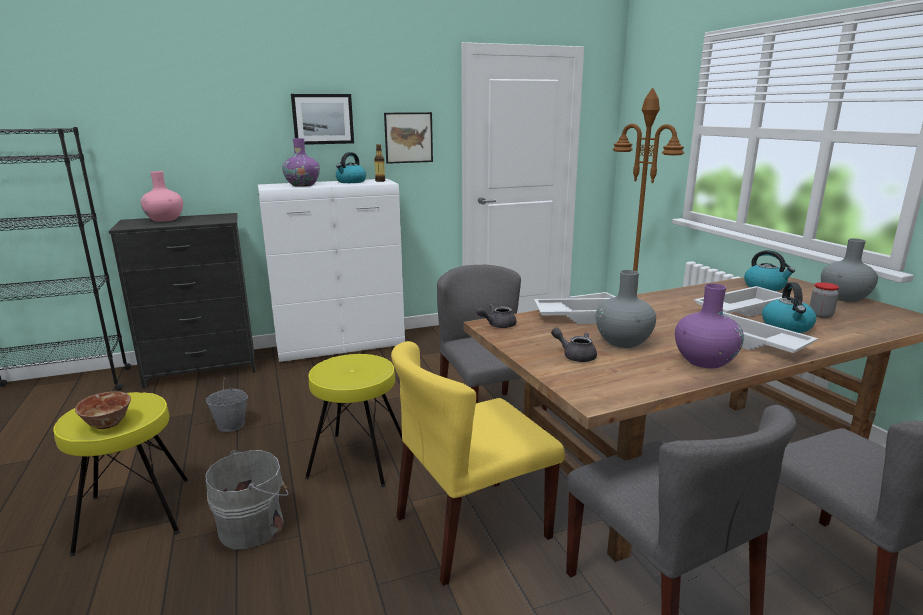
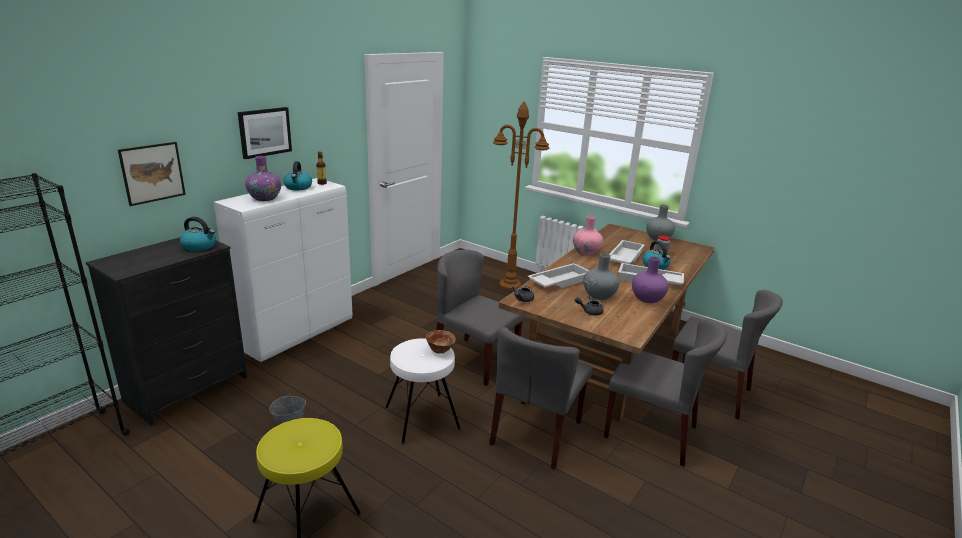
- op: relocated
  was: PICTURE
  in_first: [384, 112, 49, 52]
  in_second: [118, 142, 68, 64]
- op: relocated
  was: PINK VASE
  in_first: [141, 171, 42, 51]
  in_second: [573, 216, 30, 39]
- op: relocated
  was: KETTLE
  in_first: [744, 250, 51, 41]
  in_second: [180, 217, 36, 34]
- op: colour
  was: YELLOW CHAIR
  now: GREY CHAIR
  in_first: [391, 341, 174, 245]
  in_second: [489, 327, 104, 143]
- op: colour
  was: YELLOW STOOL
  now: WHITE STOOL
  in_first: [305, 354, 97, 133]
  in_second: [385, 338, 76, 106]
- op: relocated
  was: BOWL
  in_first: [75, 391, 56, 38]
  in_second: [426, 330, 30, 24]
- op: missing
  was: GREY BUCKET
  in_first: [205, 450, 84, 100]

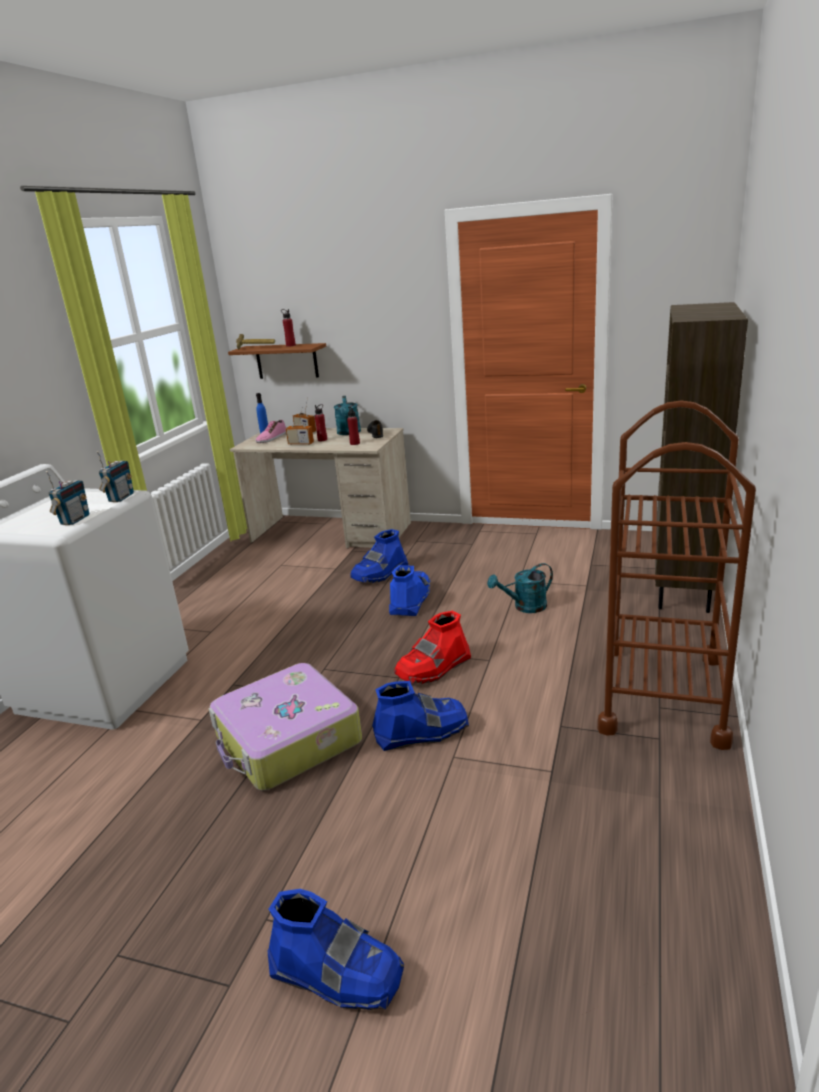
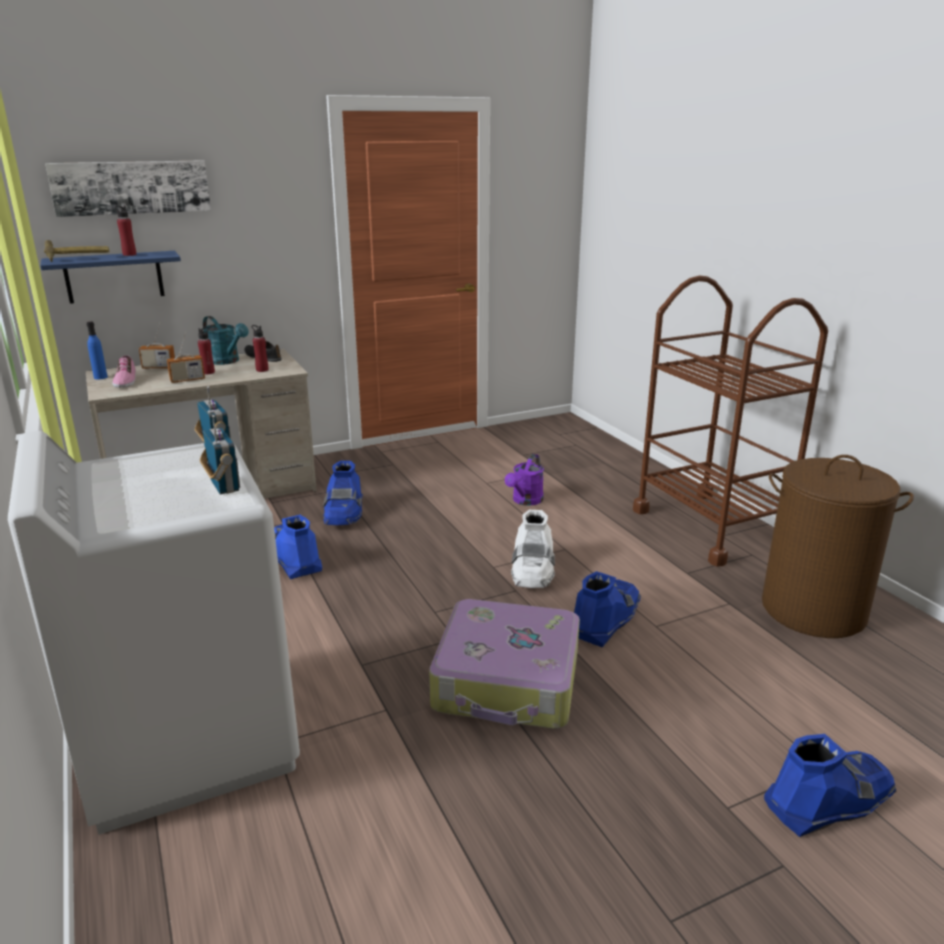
- op: missing
  was: BROWN BOOKCASE
  in_first: [655, 302, 93, 311]
- op: colour
  was: BROWN SHELF
  now: BLUE SHELF
  in_first: [228, 343, 98, 36]
  in_second: [40, 251, 141, 53]
- op: colour
  was: TURQUOISE WATERING CAN
  now: PURPLE WATERING CAN
  in_first: [487, 563, 66, 50]
  in_second: [505, 454, 39, 52]
- op: relocated
  was: BLUE BOOT
  in_first: [389, 565, 41, 51]
  in_second: [274, 515, 48, 64]
- op: colour
  was: RED BOOT
  now: WHITE BOOT
  in_first: [394, 611, 77, 73]
  in_second: [511, 510, 44, 78]
- op: appeared
  now: PICTURE
  in_second: [45, 160, 166, 57]
- op: appeared
  now: BROWN LAUNDRY BASKET
  in_second: [762, 455, 152, 183]

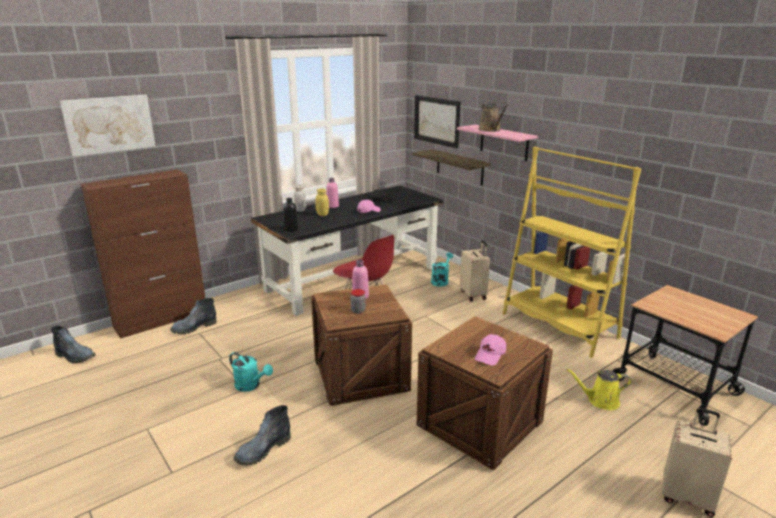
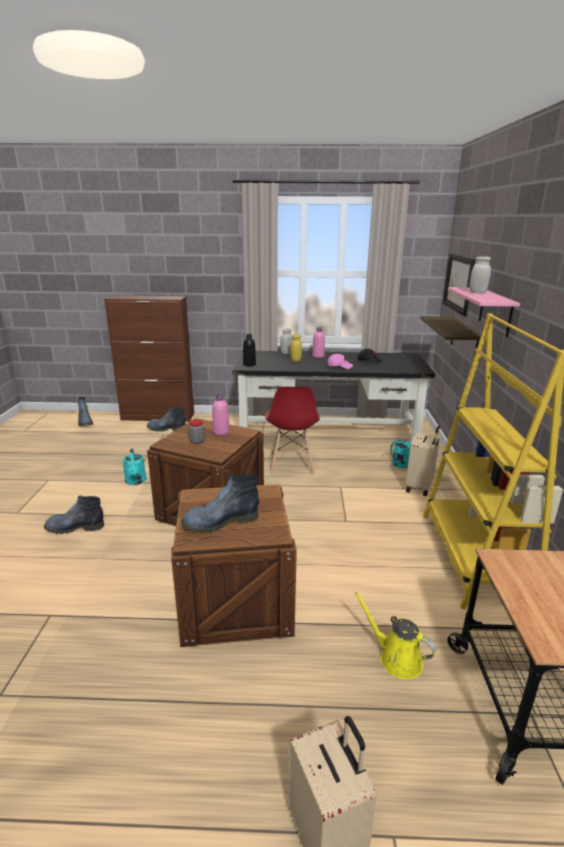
- op: missing
  was: PICTURE
  in_first: [60, 95, 96, 62]
- op: exchanged
  was: BROWN WATERING CAN
  now: WHITE JAR
  in_first: [478, 103, 30, 29]
  in_second: [469, 256, 22, 37]
- op: exchanged
  was: PINK CAP
  now: BOOT
  in_first: [475, 334, 31, 32]
  in_second: [181, 475, 78, 58]

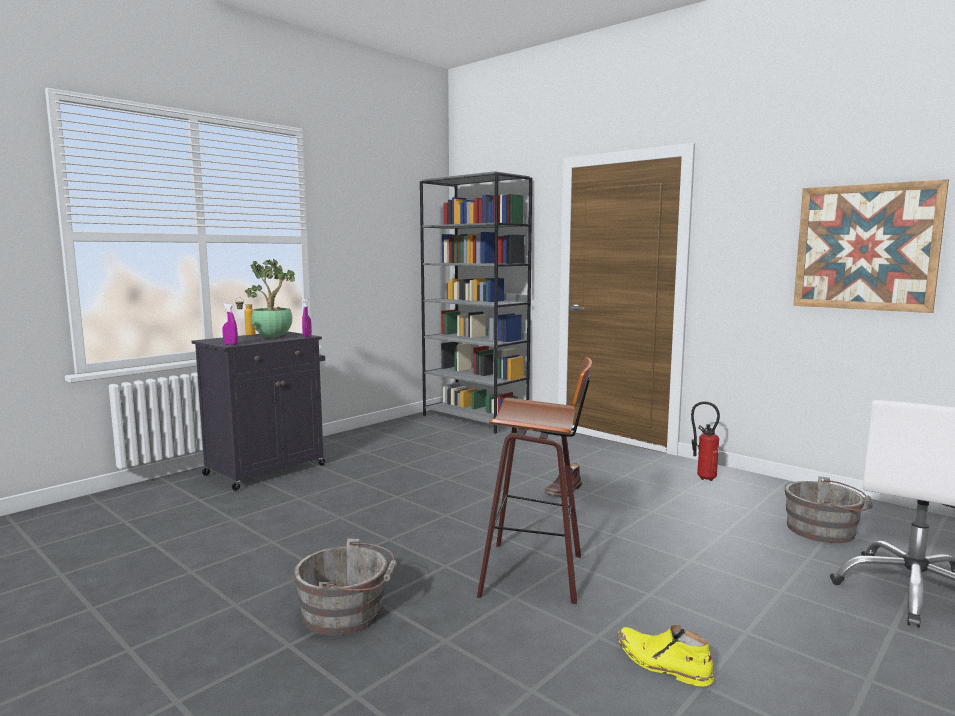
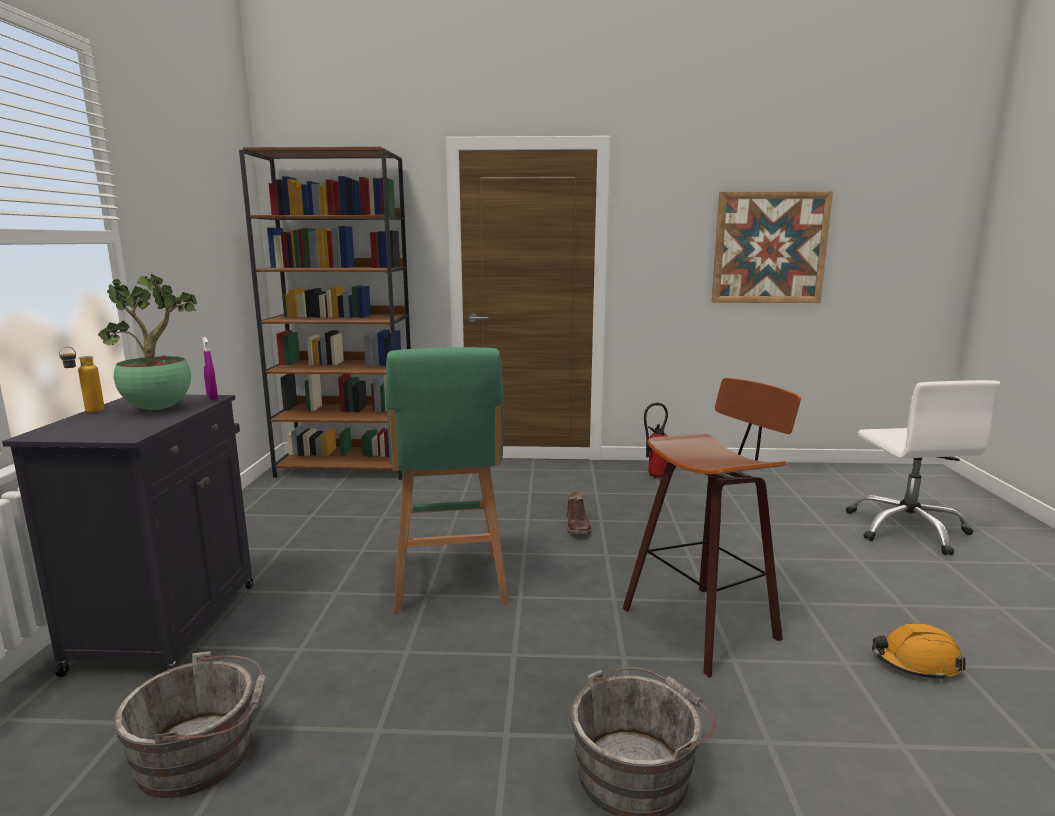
- op: colour
  was: GREY BOOKCASE
  now: BROWN BOOKCASE
  in_first: [420, 171, 112, 263]
  in_second: [239, 146, 172, 334]
- op: missing
  was: PURPLE SPRAY BOTTLE
  in_first: [222, 303, 16, 42]
- op: relocated
  was: GREY BUCKET
  in_first: [784, 476, 89, 67]
  in_second: [113, 651, 154, 147]
- op: exchanged
  was: YELLOW BOOT
  now: ORANGE HARD HAT
  in_first: [617, 625, 98, 61]
  in_second: [872, 623, 94, 58]
- op: appeared
  now: GREEN STOOL
  in_second: [386, 347, 123, 266]

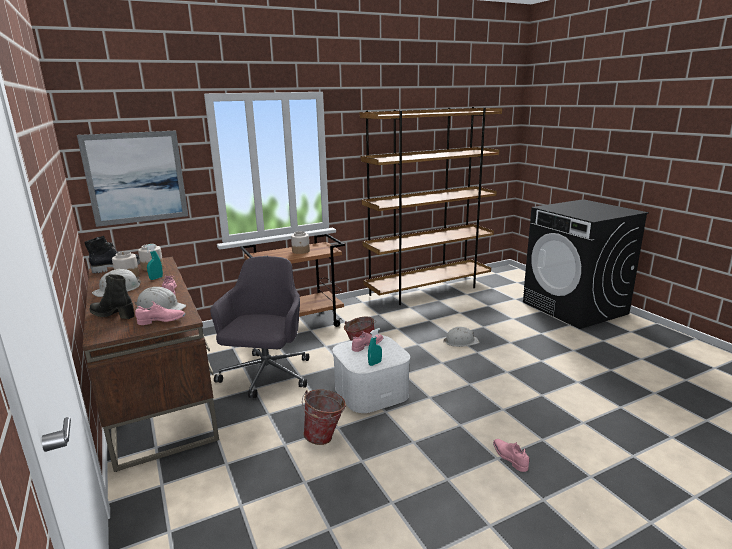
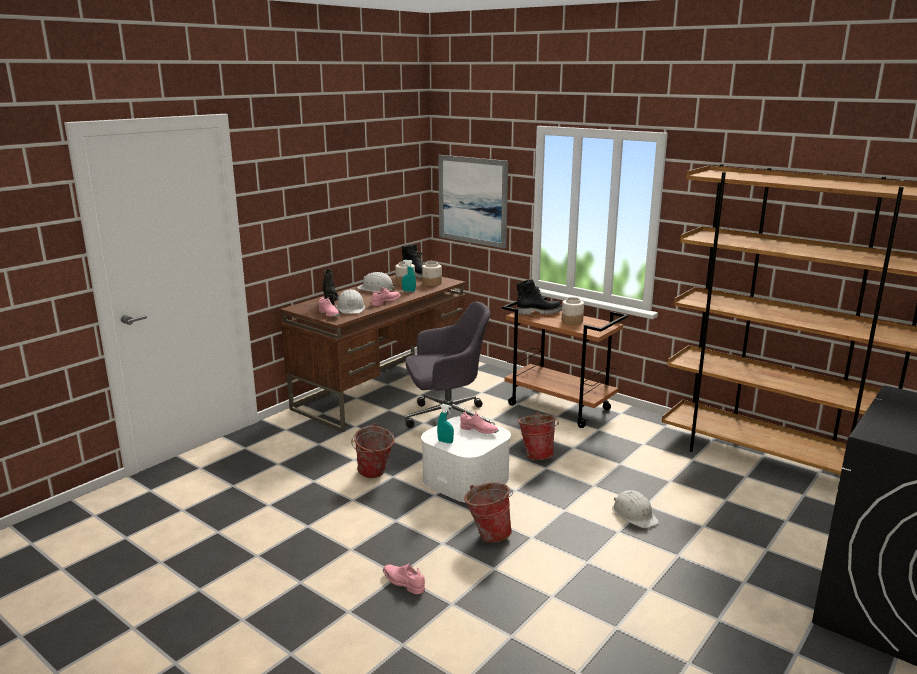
- op: spun
  was: PINK SHOE
  in_first: [493, 439, 36, 33]
  in_second: [383, 563, 42, 31]
  clockwise: -90
- op: appeared
  now: BLACK BOOT
  in_second: [517, 279, 45, 36]
- op: appeared
  now: BUCKET
  in_second: [464, 482, 49, 61]

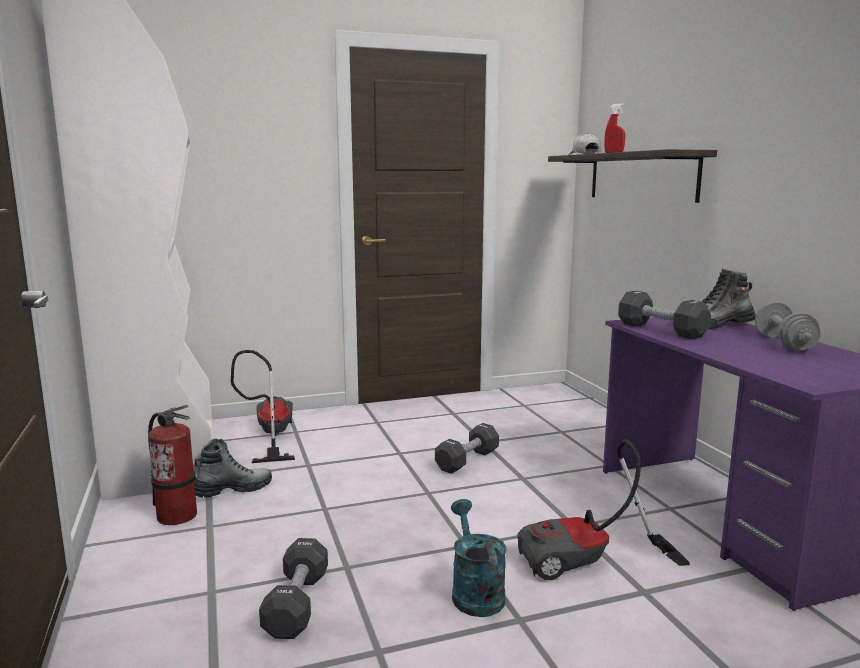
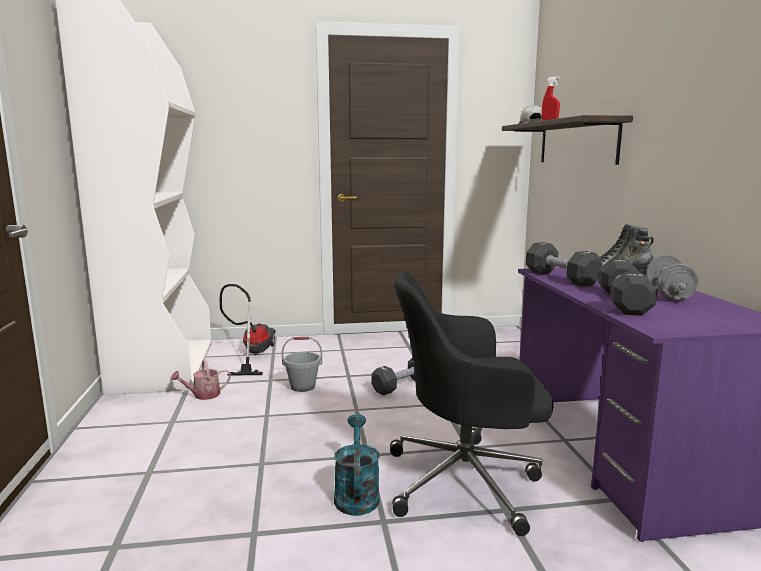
- op: missing
  was: FIRE EXTINGUISHER
  in_first: [148, 405, 49, 120]
- op: exchanged
  was: BOOT
  now: WATERING CAN
  in_first: [194, 439, 78, 59]
  in_second: [170, 359, 61, 41]
- op: exchanged
  was: VACUUM CLEANER
  now: BLACK OFFICE CHAIR
  in_first: [517, 439, 173, 141]
  in_second: [390, 271, 164, 265]
- op: relocated
  was: BLACK DUMBBELL
  in_first: [259, 538, 69, 101]
  in_second: [598, 259, 60, 57]
- op: appeared
  now: GREY BUCKET
  in_second: [282, 337, 40, 55]

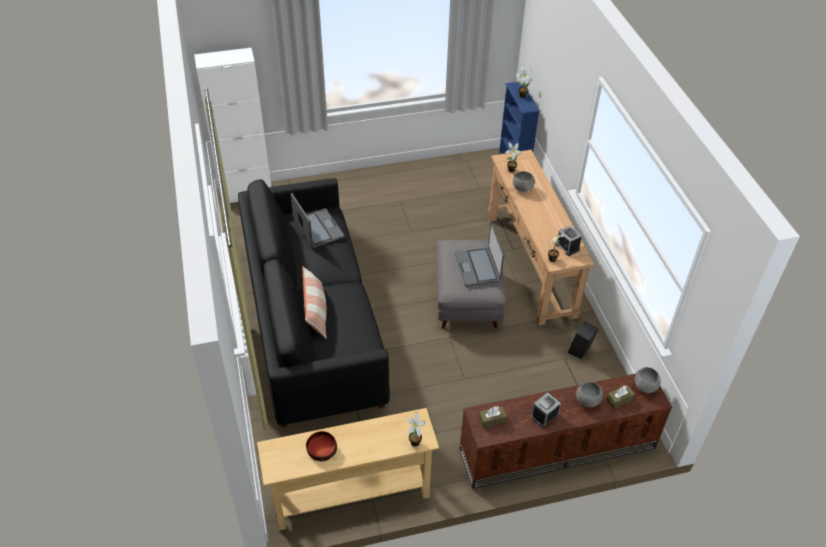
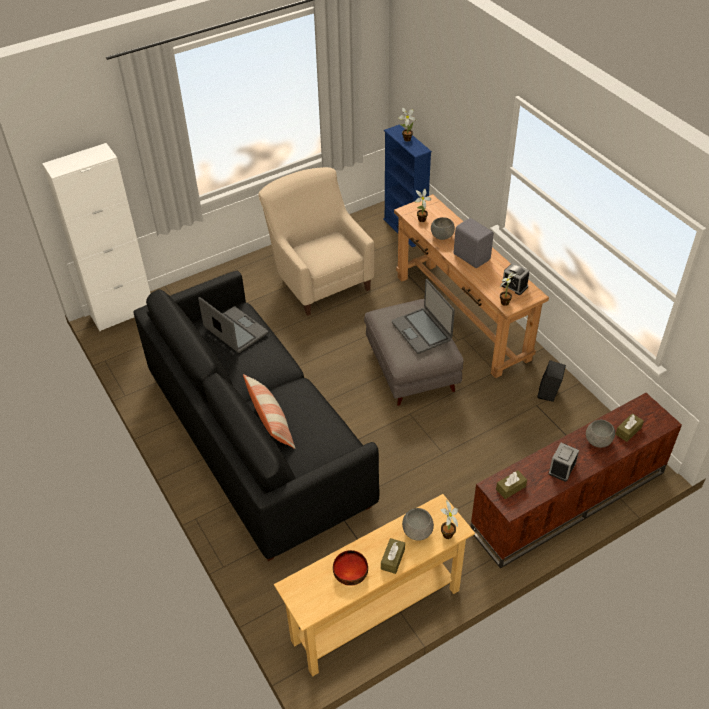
- op: relocated
  was: GREY BOWL
  in_first: [634, 367, 27, 26]
  in_second: [402, 508, 32, 33]
- op: appeared
  now: BEIGE ARMCHAIR
  in_second: [258, 167, 116, 149]
- op: appeared
  now: GREY SPEAKER
  in_second: [454, 218, 40, 50]
- op: appeared
  now: BROWN TISSUE BOX
  in_second: [381, 538, 24, 36]

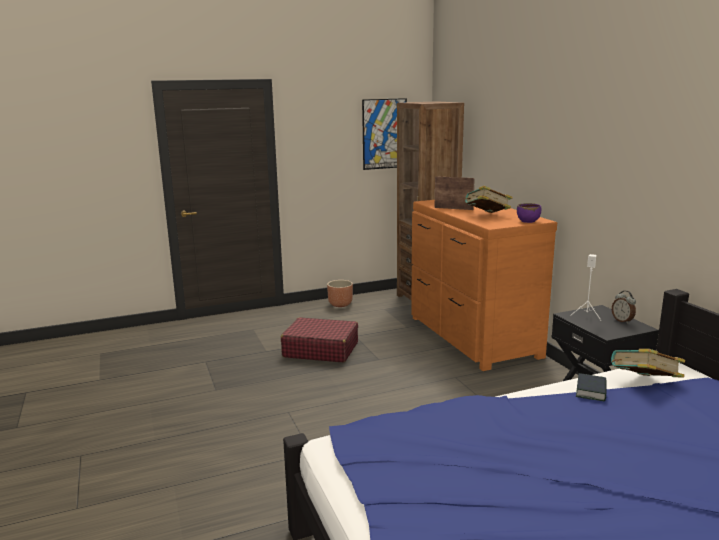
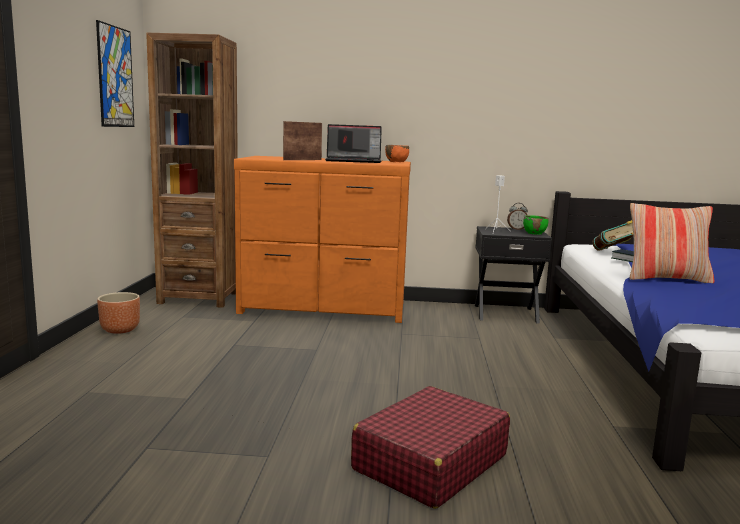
- op: exchanged
  was: BOOK
  now: LAPTOP
  in_first: [464, 186, 48, 27]
  in_second: [325, 124, 57, 39]
- op: colour
  was: PURPLE BOWL
  now: ORANGE BOWL
  in_first: [517, 203, 24, 20]
  in_second: [385, 145, 24, 17]
- op: relocated
  was: RED SUITCASE
  in_first: [281, 317, 77, 45]
  in_second: [351, 386, 159, 123]
- op: appeared
  now: PILLOW
  in_second: [629, 203, 86, 80]
- op: appeared
  now: GREEN BOWL
  in_second: [523, 215, 26, 20]

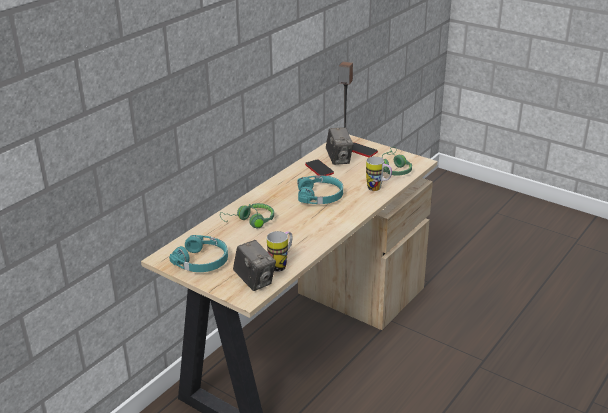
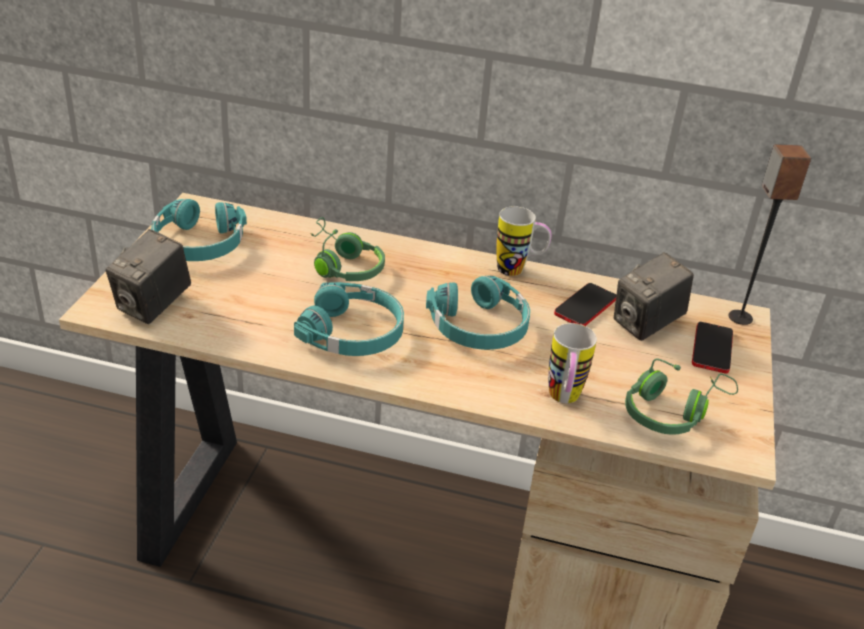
- op: relocated
  was: MUG
  in_first: [267, 231, 25, 41]
  in_second: [496, 206, 55, 70]
- op: appeared
  now: TURQUOISE HEADPHONES
  in_second: [294, 282, 110, 74]

